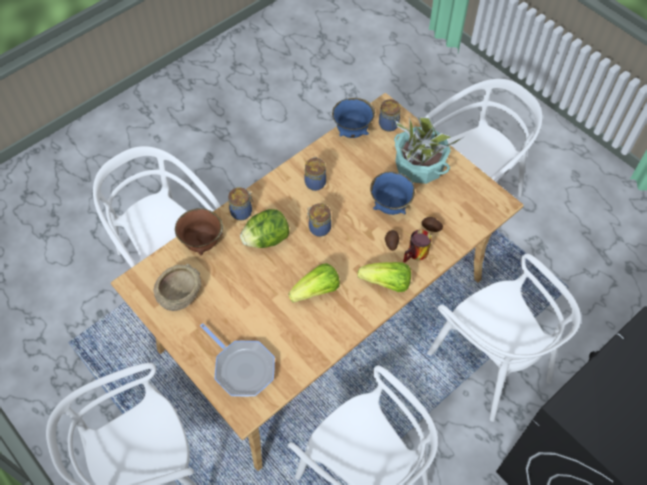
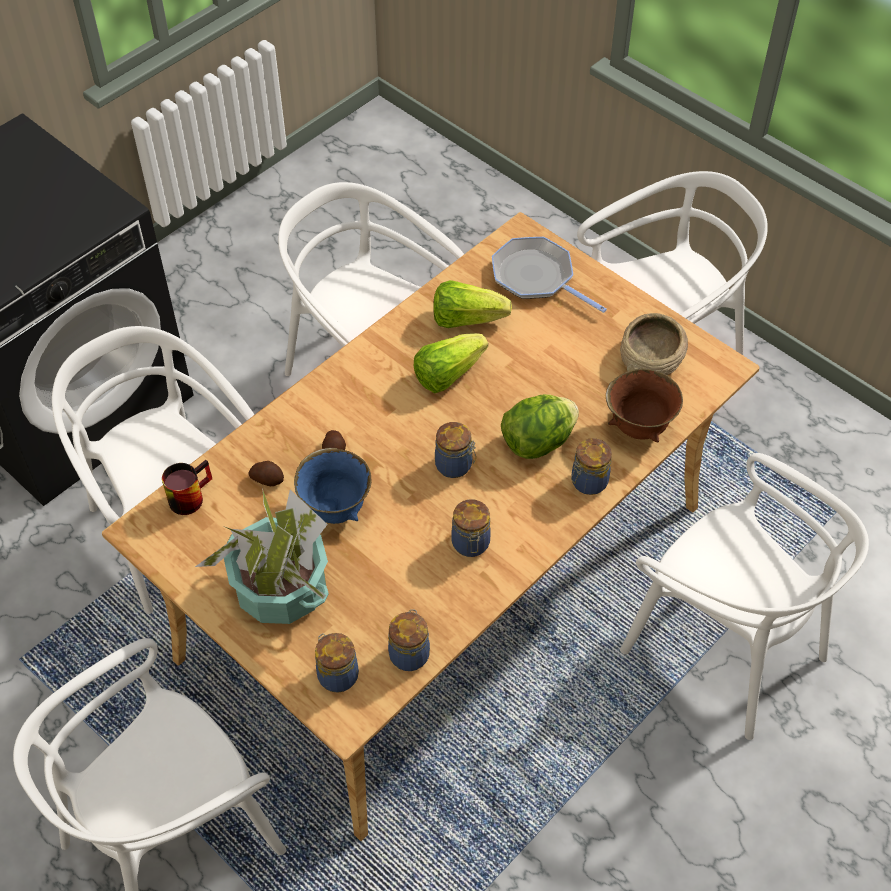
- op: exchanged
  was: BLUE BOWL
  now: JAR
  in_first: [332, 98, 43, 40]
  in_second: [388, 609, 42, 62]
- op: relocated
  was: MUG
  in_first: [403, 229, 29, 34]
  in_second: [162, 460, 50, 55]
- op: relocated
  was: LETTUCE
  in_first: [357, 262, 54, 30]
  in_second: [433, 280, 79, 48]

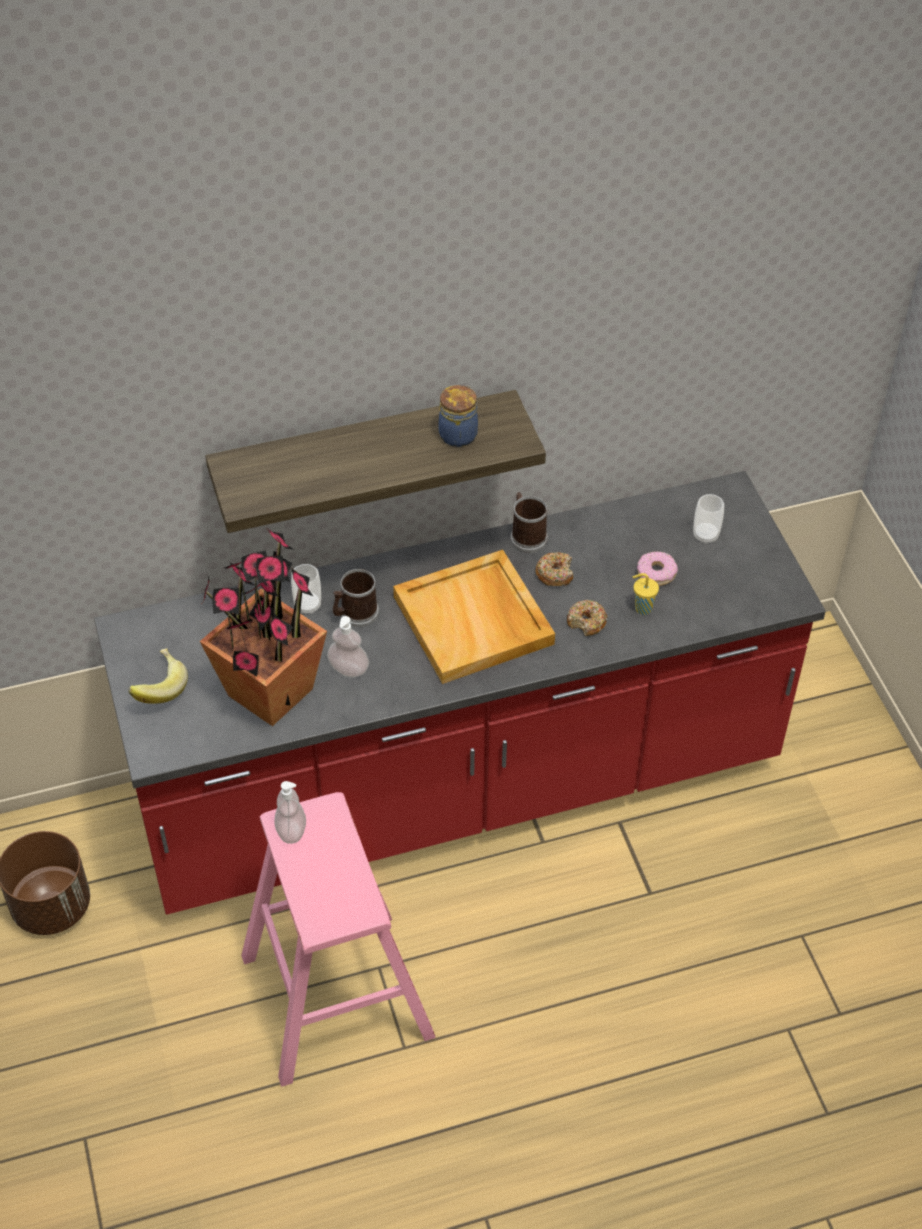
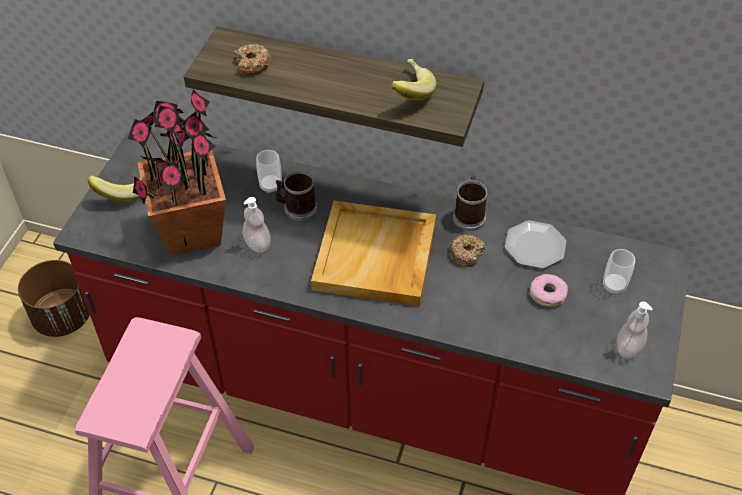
- op: exchanged
  was: JAR
  now: BANANA
  in_first: [439, 385, 39, 62]
  in_second: [390, 59, 47, 41]
- op: missing
  was: YELLOW CUP
  in_first: [633, 573, 26, 42]
- op: relocated
  was: DONUT
  in_first: [567, 600, 41, 36]
  in_second: [235, 44, 36, 31]
- op: relocated
  was: SOAP DISPENSER
  in_first: [274, 781, 32, 63]
  in_second: [617, 301, 36, 57]
- op: appeared
  now: PLATE
  in_second: [505, 220, 62, 49]

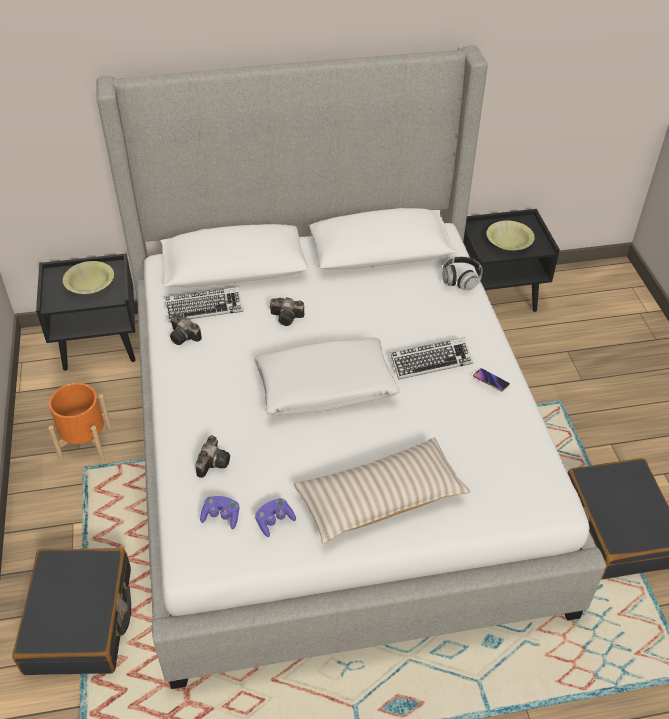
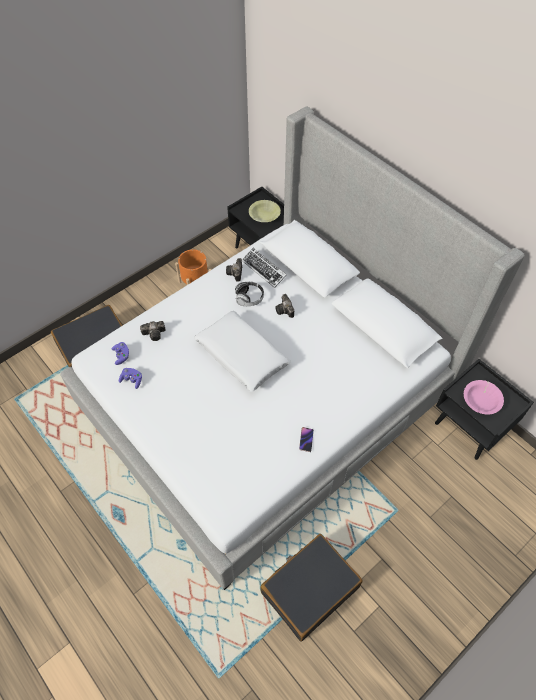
- op: colour
  was: YELLOW BOWL
  now: PINK BOWL
  in_first: [487, 220, 48, 31]
  in_second: [464, 380, 40, 34]
- op: relocated
  was: HEADPHONES
  in_first: [442, 257, 41, 33]
  in_second: [235, 282, 29, 24]
- op: missing
  was: KEYBOARD
  in_first: [390, 337, 83, 43]
- op: missing
  was: BEIGE PILLOW
  in_first: [294, 438, 176, 106]

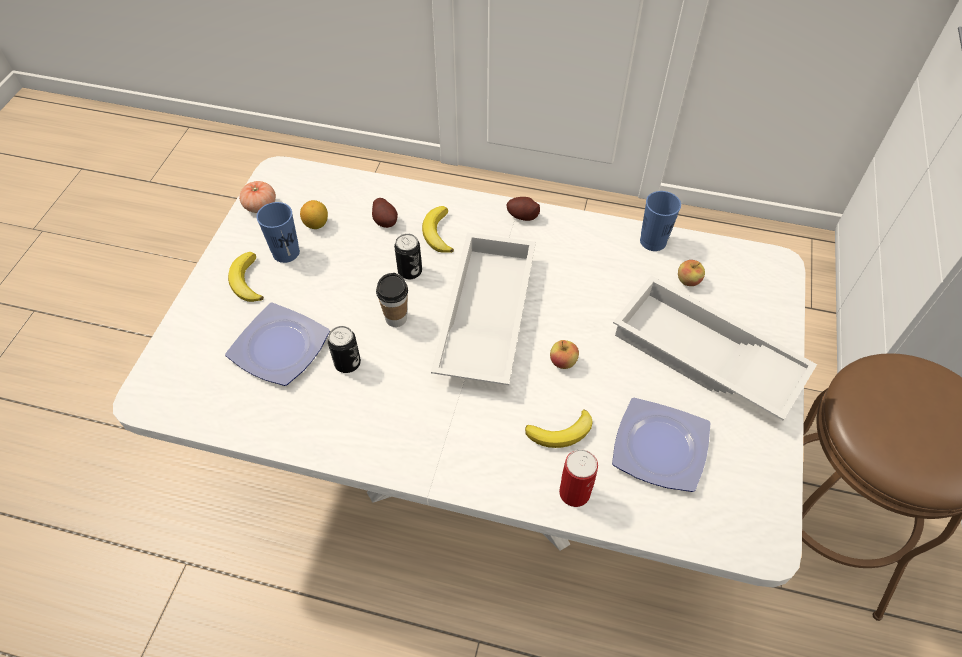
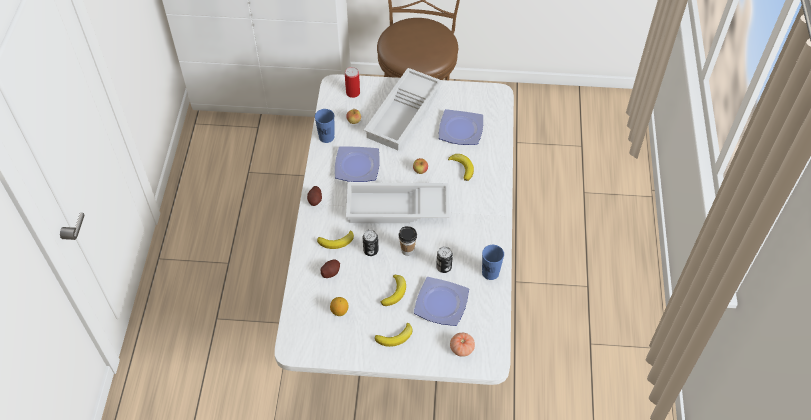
- op: relocated
  was: TOMATO
  in_first: [239, 181, 37, 32]
  in_second: [450, 333, 25, 24]
- op: relocated
  was: BLUE CUP
  in_first: [257, 202, 43, 61]
  in_second: [482, 245, 22, 35]
- op: relocated
  was: CAN
  in_first: [559, 449, 39, 58]
  in_second: [345, 67, 15, 31]
- op: appeared
  now: PLATE
  in_second: [335, 146, 45, 36]
- op: appeared
  now: BANANA
  in_second: [381, 275, 25, 31]

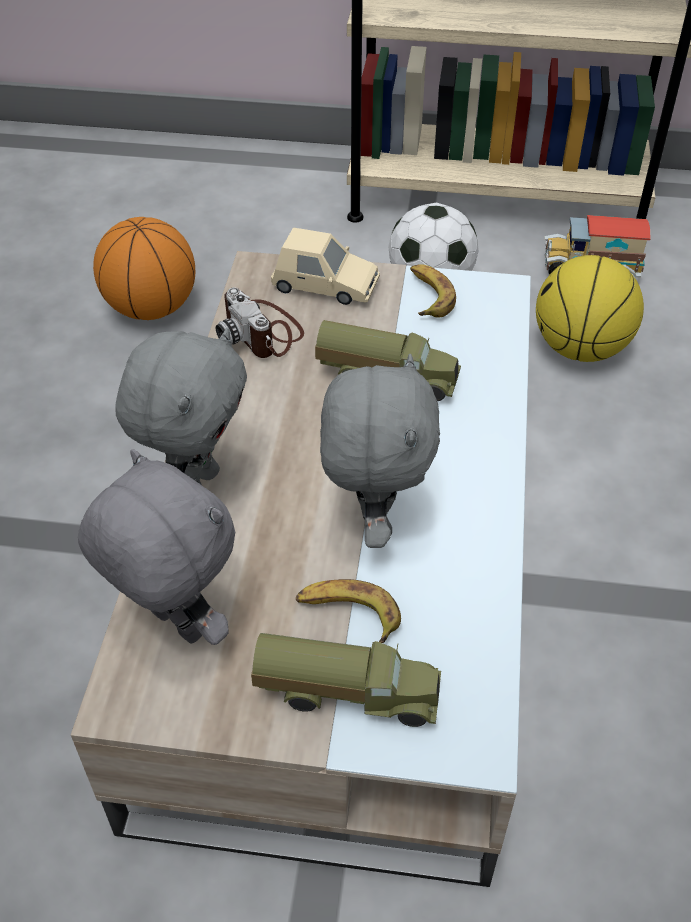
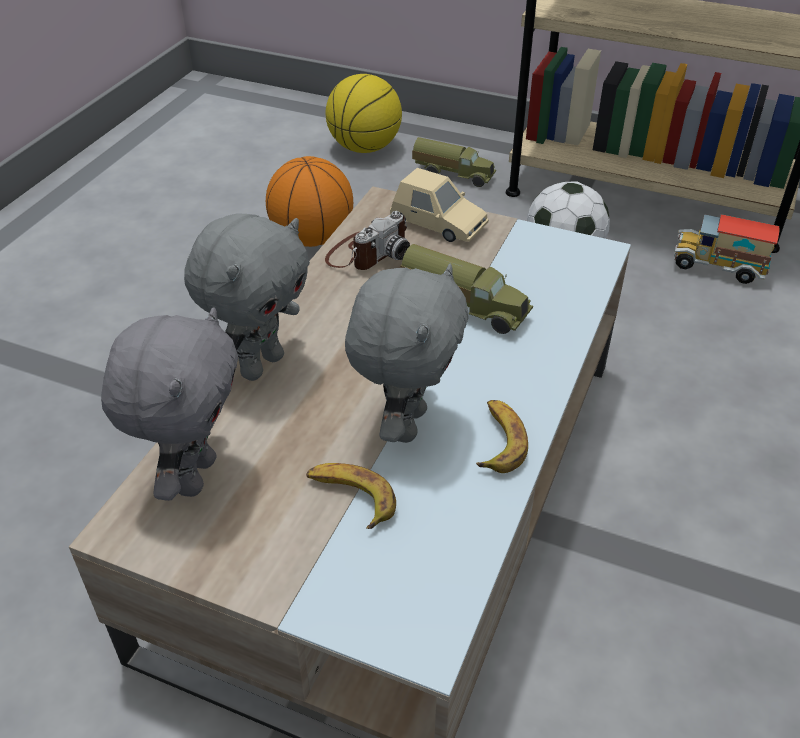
- op: relocated
  was: BASKETBALL
  in_first: [536, 255, 108, 107]
  in_second: [325, 74, 77, 79]
- op: relocated
  was: BANANA
  in_first: [410, 264, 46, 54]
  in_second: [476, 400, 52, 73]
- op: spun
  was: PHOTO CAMERA
  in_first: [216, 287, 88, 71]
  in_second: [325, 211, 85, 59]
  clockwise: -120
- op: spun
  was: GREY PLUSH TOY
  in_first: [78, 449, 157, 196]
  in_second: [101, 307, 137, 194]
  clockwise: 45
- op: relocated
  was: TOY TRUCK
  in_first: [251, 633, 190, 94]
  in_second: [412, 137, 84, 50]

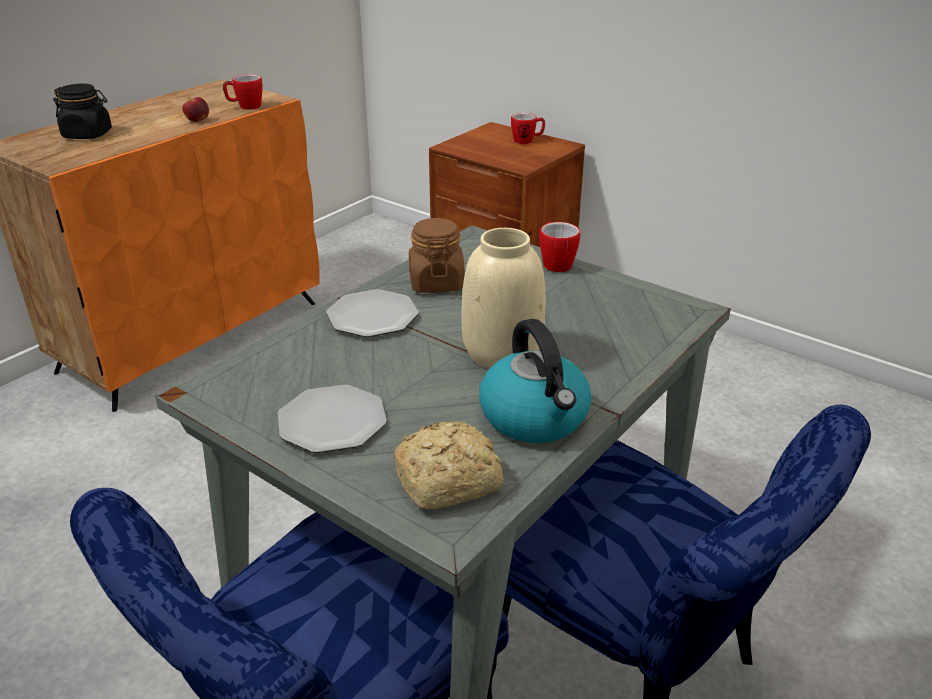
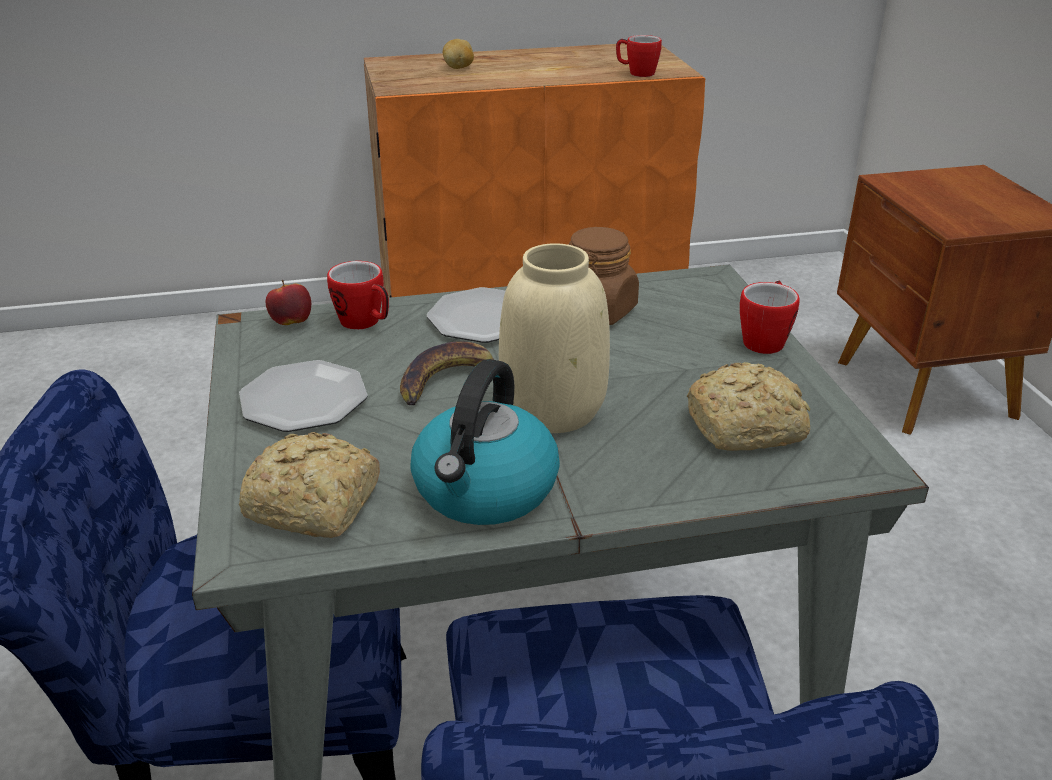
- op: exchanged
  was: BLACK JAR
  now: POTATO
  in_first: [53, 83, 59, 56]
  in_second: [443, 39, 31, 30]
- op: relocated
  was: APPLE
  in_first: [182, 97, 27, 25]
  in_second: [266, 280, 45, 45]
- op: relocated
  was: MUG
  in_first: [511, 113, 34, 31]
  in_second: [327, 261, 62, 68]
- op: appeared
  now: BANANA
  in_second: [400, 342, 94, 63]
- op: appeared
  now: BREAD
  in_second: [687, 362, 123, 89]

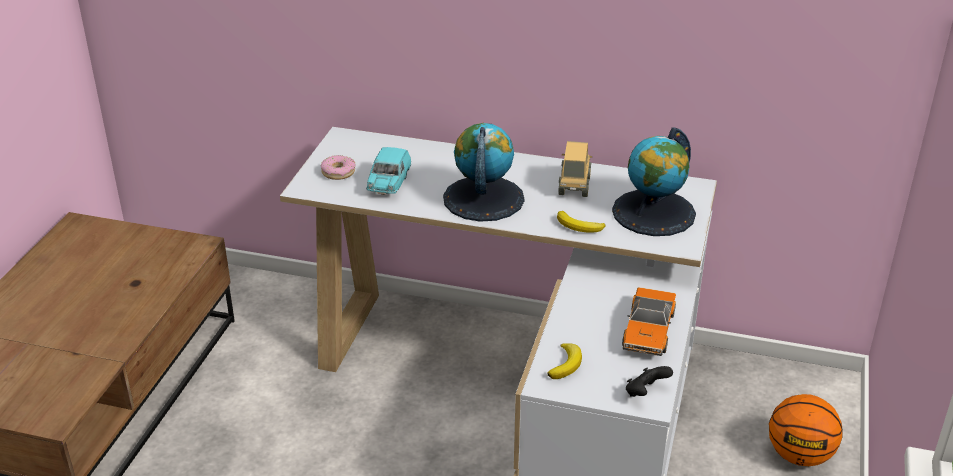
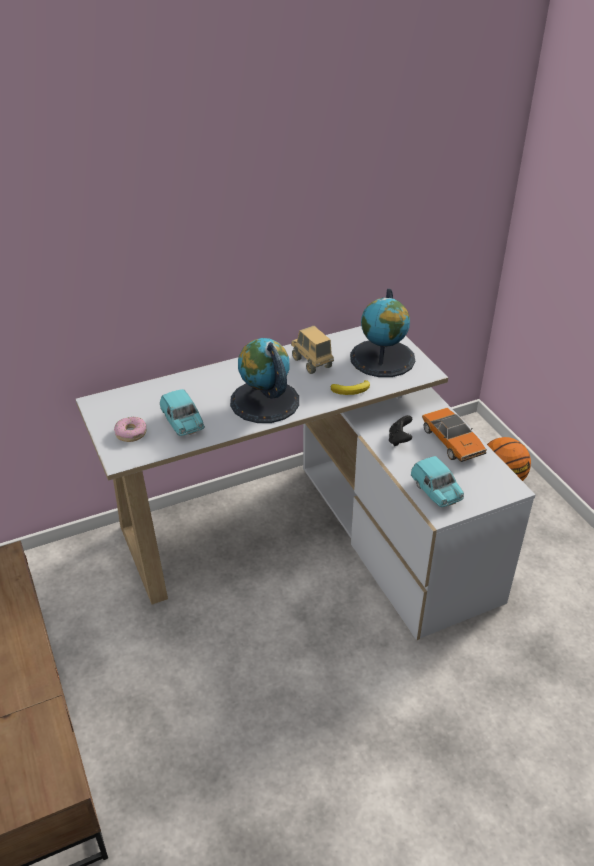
- op: exchanged
  was: BANANA
  now: TURQUOISE TOY CAR
  in_first: [548, 343, 34, 36]
  in_second: [411, 456, 53, 51]
- op: relocated
  was: BLACK GAME CONTROLLER
  in_first: [626, 366, 47, 31]
  in_second: [389, 415, 24, 31]

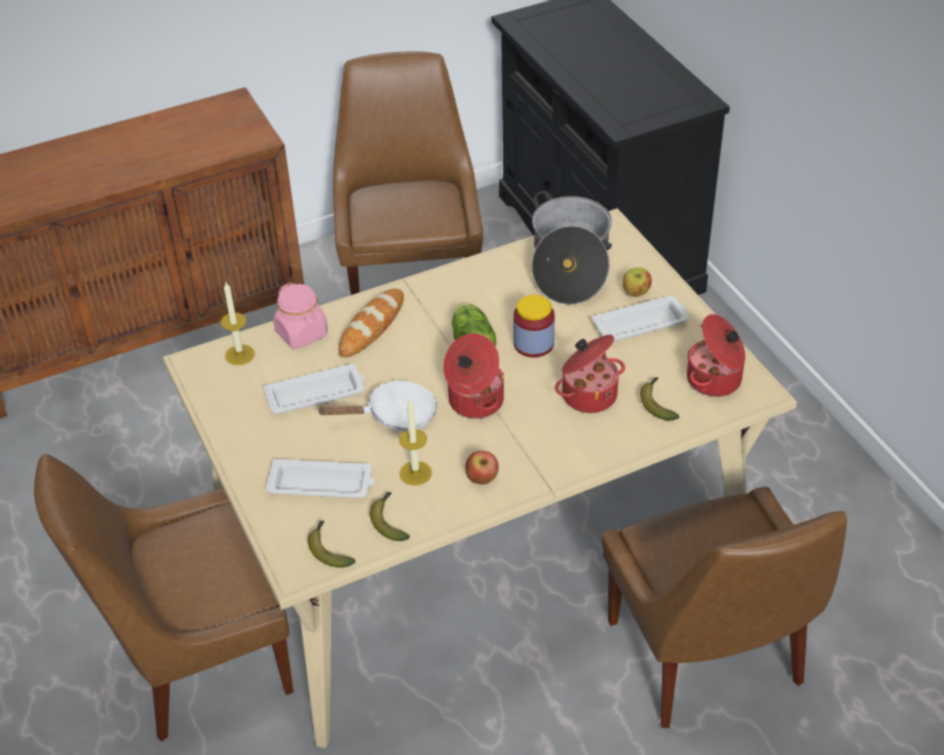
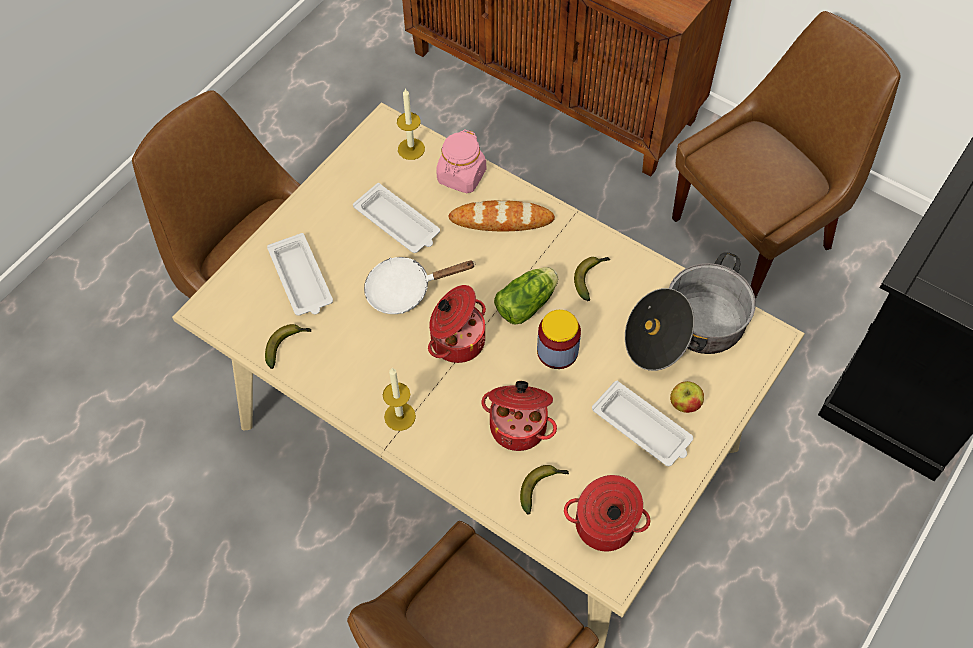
- op: spun
  was: WHITE FRYING PAN
  in_first: [317, 380, 120, 51]
  in_second: [364, 257, 112, 57]
  clockwise: 120
- op: relocated
  was: CANDLE
  in_first: [399, 400, 33, 86]
  in_second: [383, 368, 33, 63]
- op: missing
  was: APPLE
  in_first: [465, 451, 34, 34]
- op: relocated
  was: BANANA
  in_first: [308, 520, 47, 48]
  in_second: [574, 257, 36, 44]

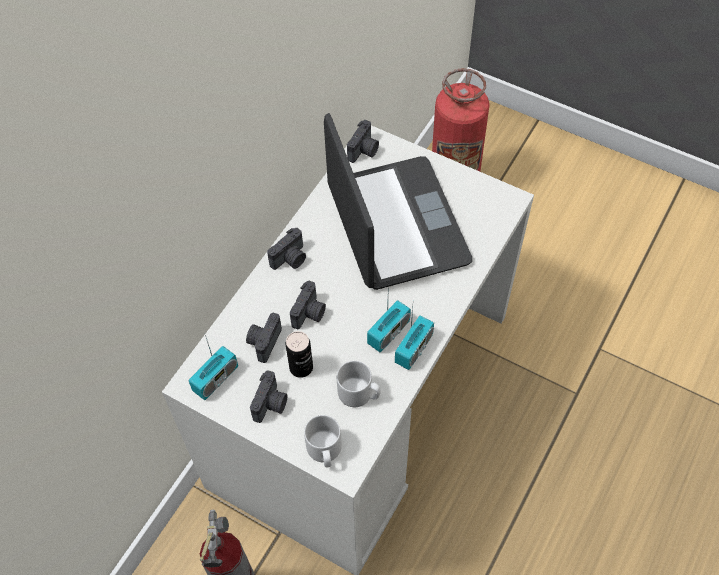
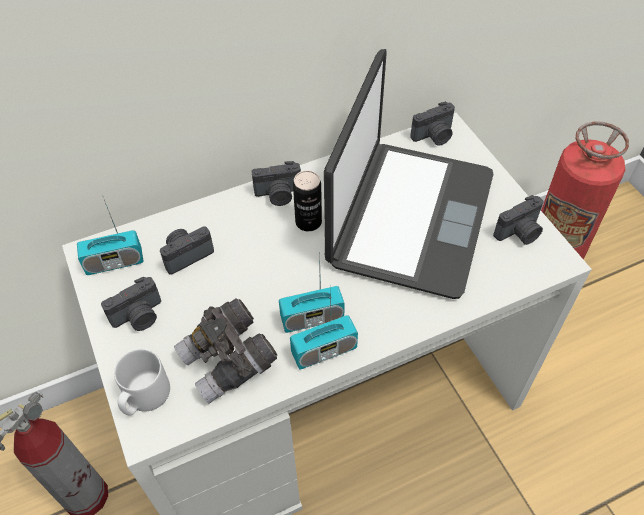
- op: relocated
  was: PHOTO CAMERA
  in_first: [290, 281, 36, 48]
  in_second: [493, 195, 51, 50]
- op: relocated
  was: CAN
  in_first: [286, 331, 27, 47]
  in_second: [293, 170, 29, 61]
- op: exchanged
  was: GREY MUG
  now: GREY BINOCULARS
  in_first: [337, 361, 44, 46]
  in_second: [174, 298, 103, 106]

